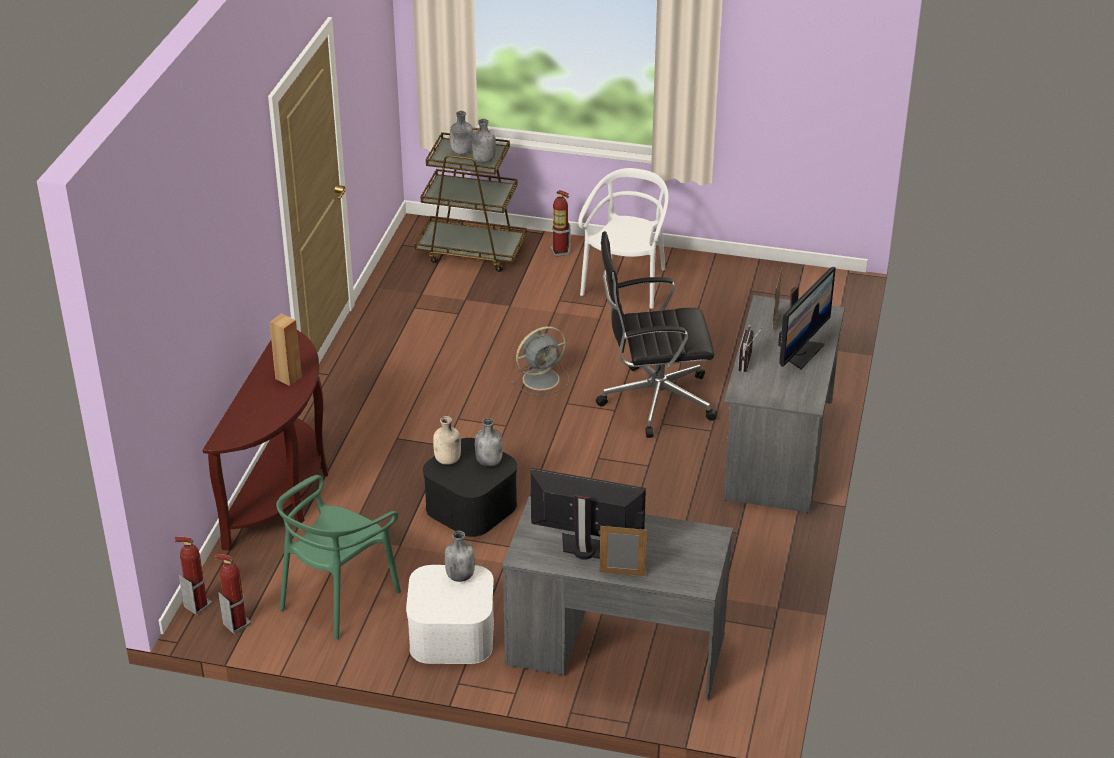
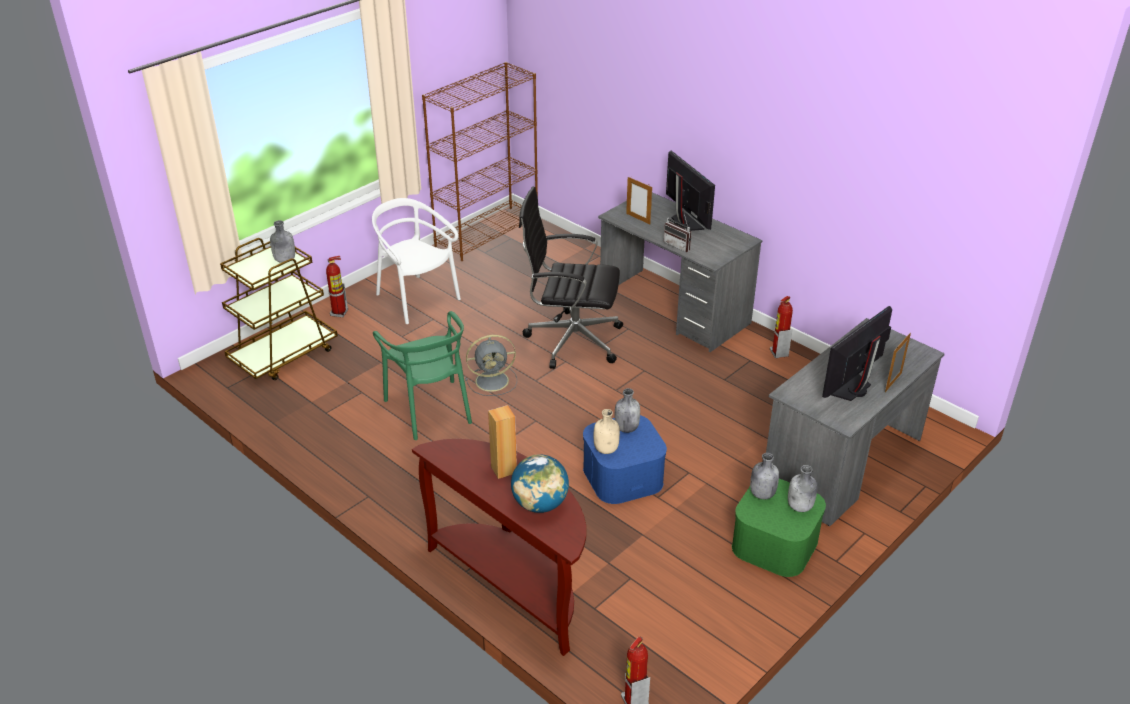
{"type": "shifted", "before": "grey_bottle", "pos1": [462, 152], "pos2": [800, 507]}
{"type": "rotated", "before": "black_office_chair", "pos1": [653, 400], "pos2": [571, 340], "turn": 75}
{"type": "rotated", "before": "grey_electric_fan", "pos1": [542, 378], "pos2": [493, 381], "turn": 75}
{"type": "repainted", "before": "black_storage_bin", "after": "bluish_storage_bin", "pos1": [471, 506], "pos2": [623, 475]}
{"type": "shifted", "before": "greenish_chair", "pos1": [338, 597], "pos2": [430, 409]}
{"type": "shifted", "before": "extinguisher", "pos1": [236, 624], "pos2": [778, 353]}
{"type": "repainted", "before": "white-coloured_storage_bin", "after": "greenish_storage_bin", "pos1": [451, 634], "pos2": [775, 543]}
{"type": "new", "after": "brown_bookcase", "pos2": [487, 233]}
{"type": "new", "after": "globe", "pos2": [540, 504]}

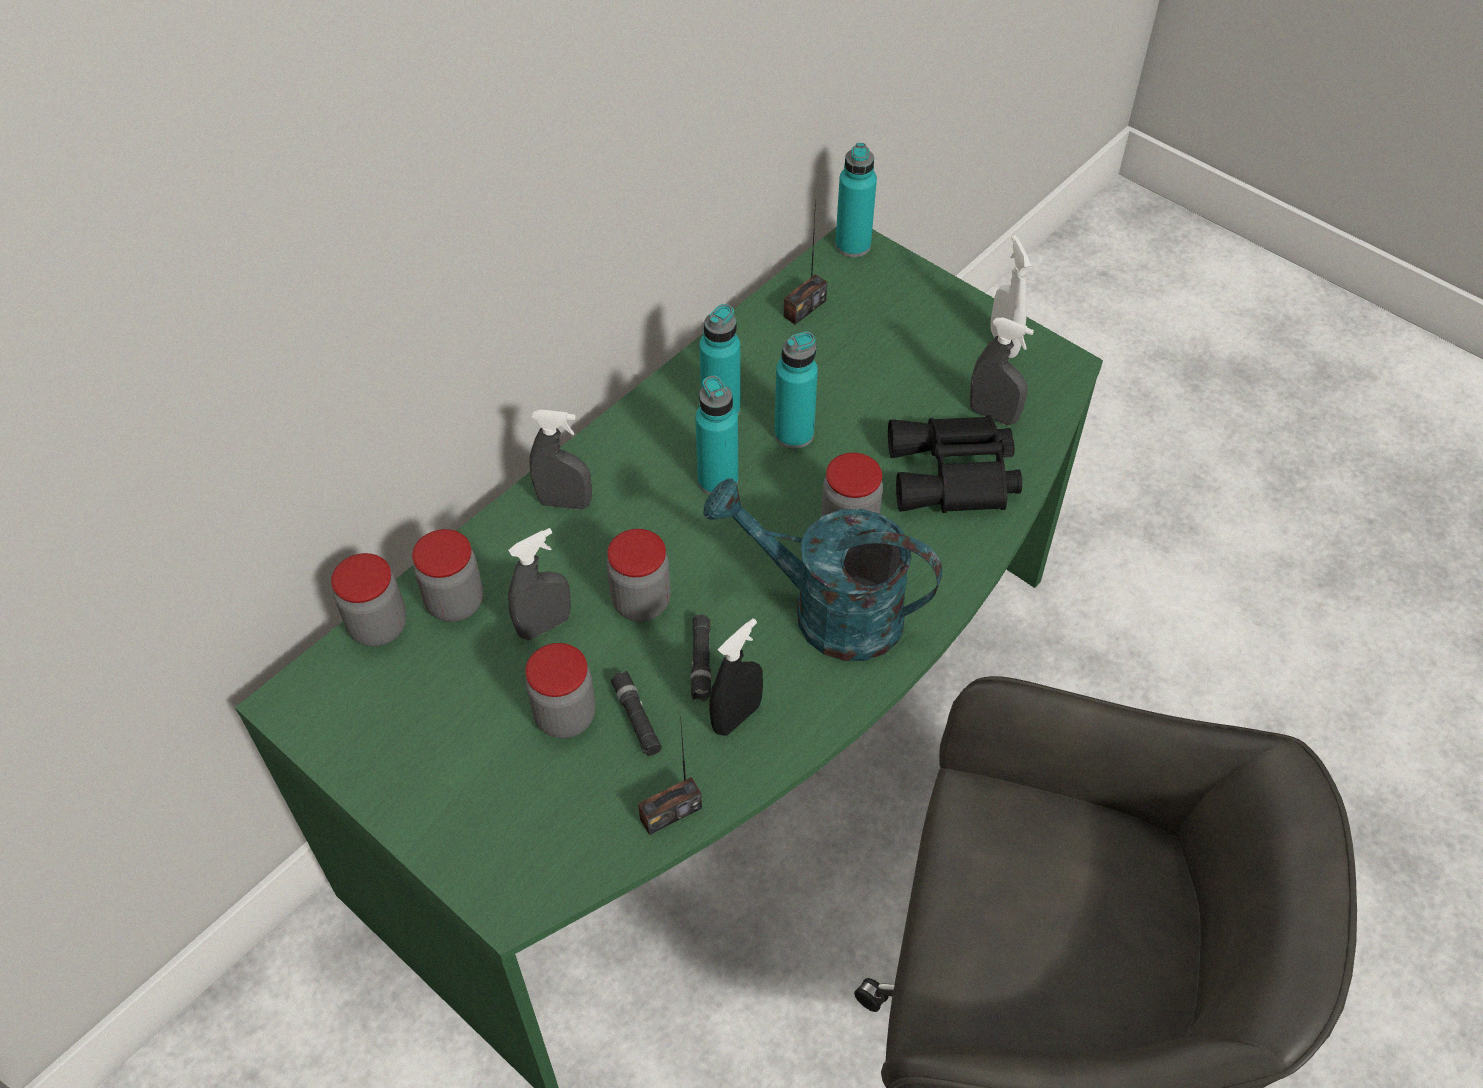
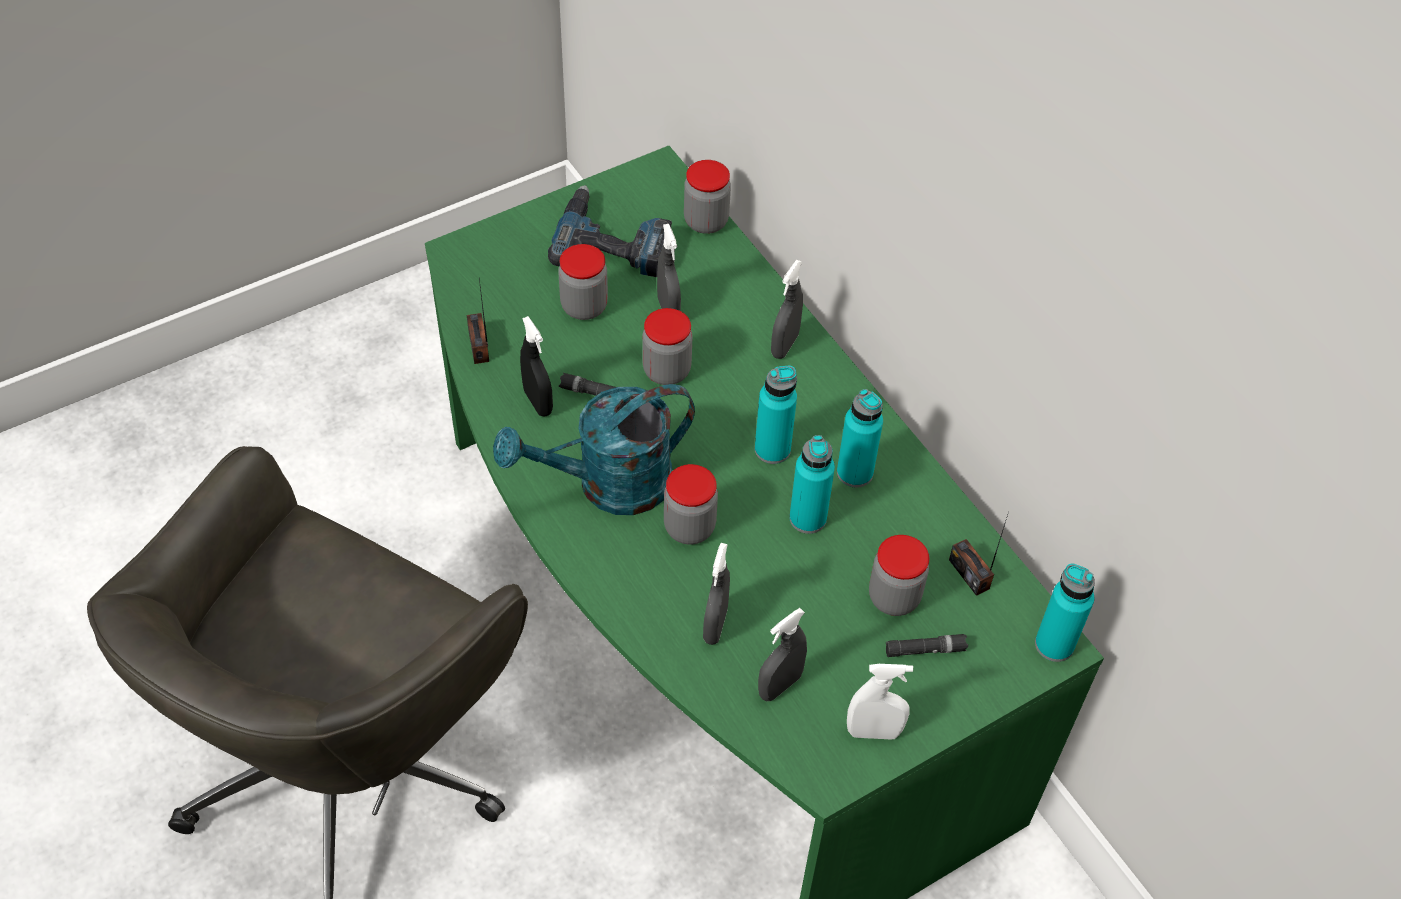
{"type": "swapped", "before": "black_pair_of_binoculars", "after": "grey_sprayer", "pos1": [954, 476], "pos2": [715, 625]}
{"type": "rotated", "before": "turquoise-coloured_watering_can", "pos1": [827, 611], "pos2": [608, 485], "turn": -150}
{"type": "shifted", "before": "storage_jar", "pos1": [455, 602], "pos2": [894, 597]}
{"type": "shifted", "before": "black_torch", "pos1": [636, 717], "pos2": [925, 650]}
{"type": "new", "after": "electric_drill", "pos2": [613, 241]}

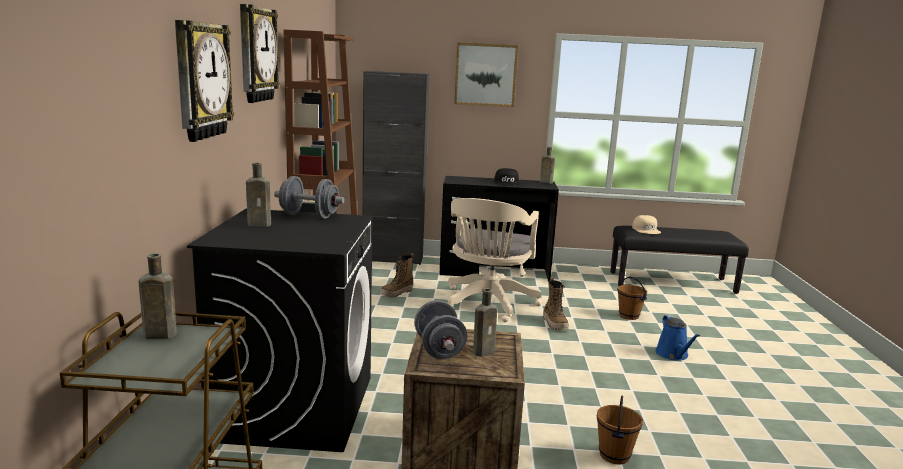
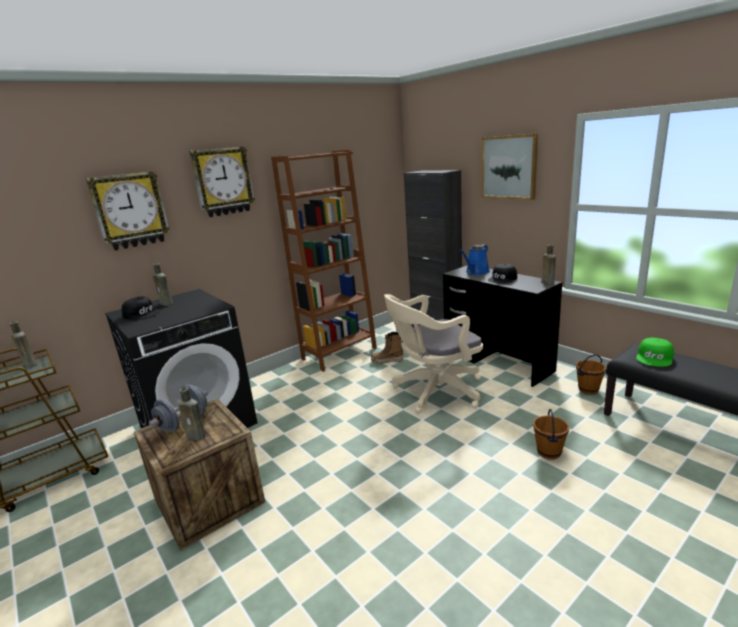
{"type": "gone", "before": "grey_dumbbell", "pos1": [309, 216]}
{"type": "repainted", "before": "beige-coloured_peaked_cap", "after": "greenish_peaked_cap", "pos1": [646, 230], "pos2": [655, 357]}
{"type": "gone", "before": "high-top_boot", "pos1": [555, 324]}
{"type": "shifted", "before": "bluish_watering_can", "pos1": [673, 355], "pos2": [476, 272]}
{"type": "shifted", "before": "brown_pail", "pos1": [613, 455], "pos2": [588, 389]}
{"type": "new", "after": "black_peaked_cap", "pos2": [142, 314]}

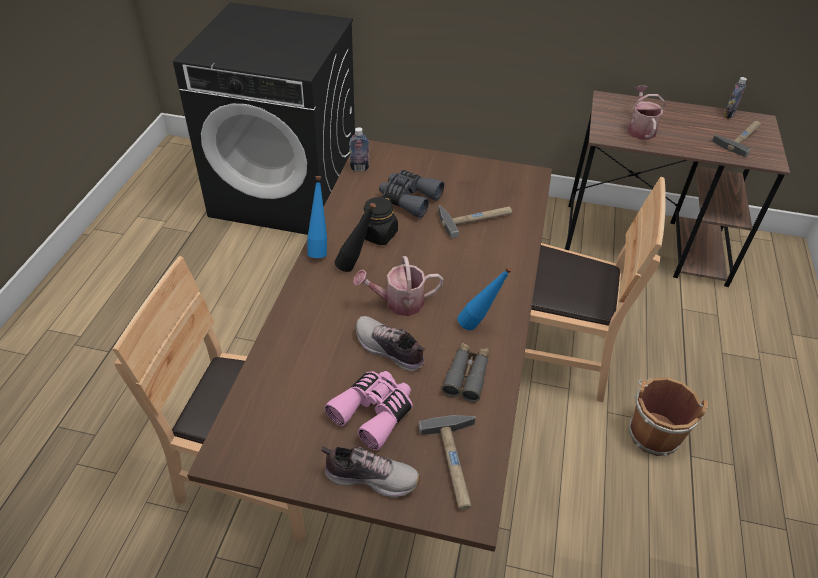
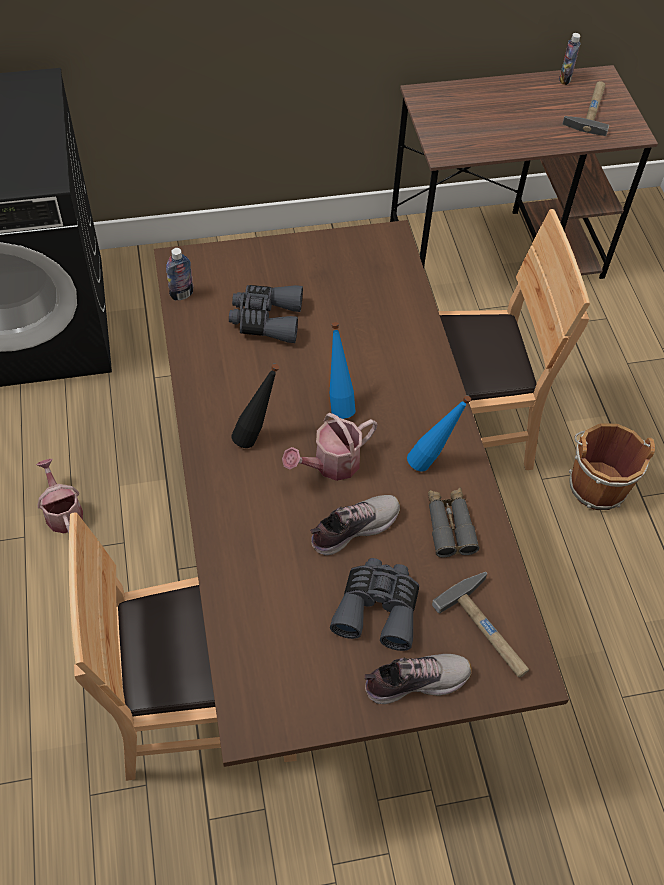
{"type": "shifted", "before": "watering_can", "pos1": [640, 129], "pos2": [62, 512]}
{"type": "shifted", "before": "bluish_bottle", "pos1": [319, 249], "pos2": [338, 403]}
{"type": "gone", "before": "black_storage_jar", "pos1": [378, 234]}
{"type": "gone", "before": "tool_hammer", "pos1": [475, 218]}
{"type": "rotated", "before": "low_shoe", "pos1": [389, 350], "pos2": [353, 528], "turn": 135}
{"type": "repainted", "before": "pink-coloured_pair_of_binoculars", "after": "grey_pair_of_binoculars", "pos1": [374, 412], "pos2": [378, 608]}

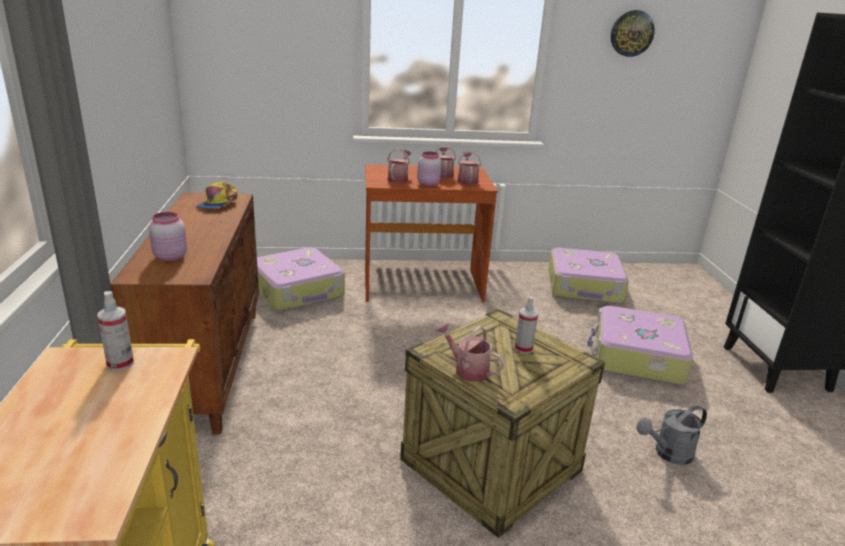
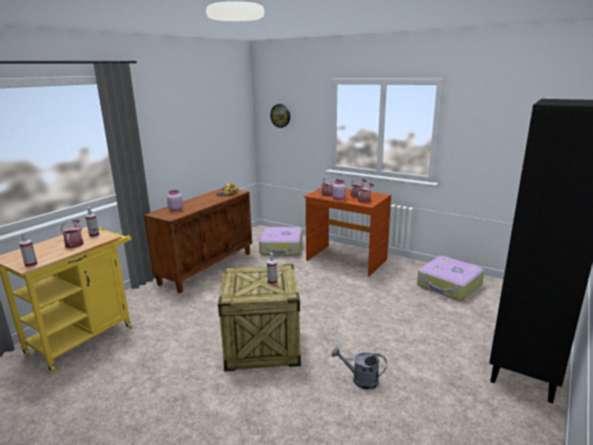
{"type": "shifted", "before": "wall_clock", "pos1": [631, 33], "pos2": [280, 115]}
{"type": "gone", "before": "suitcase", "pos1": [636, 357]}
{"type": "shifted", "before": "watering_can", "pos1": [467, 369], "pos2": [75, 243]}
{"type": "new", "after": "sprayer", "pos2": [31, 265]}

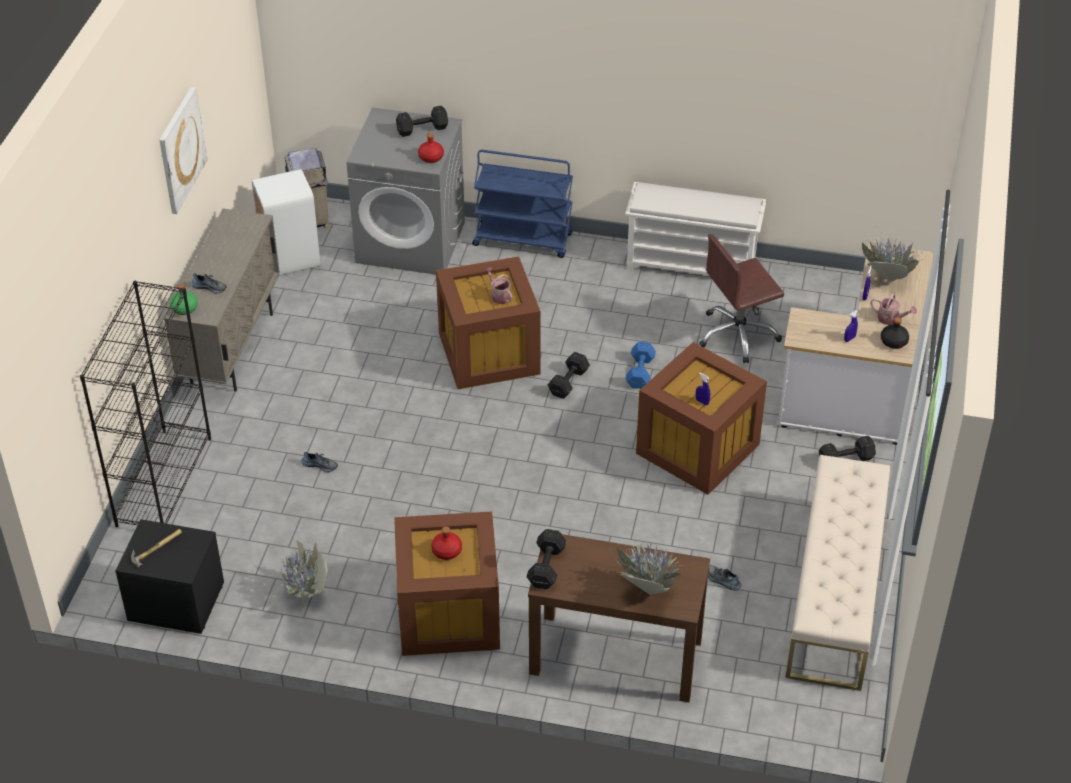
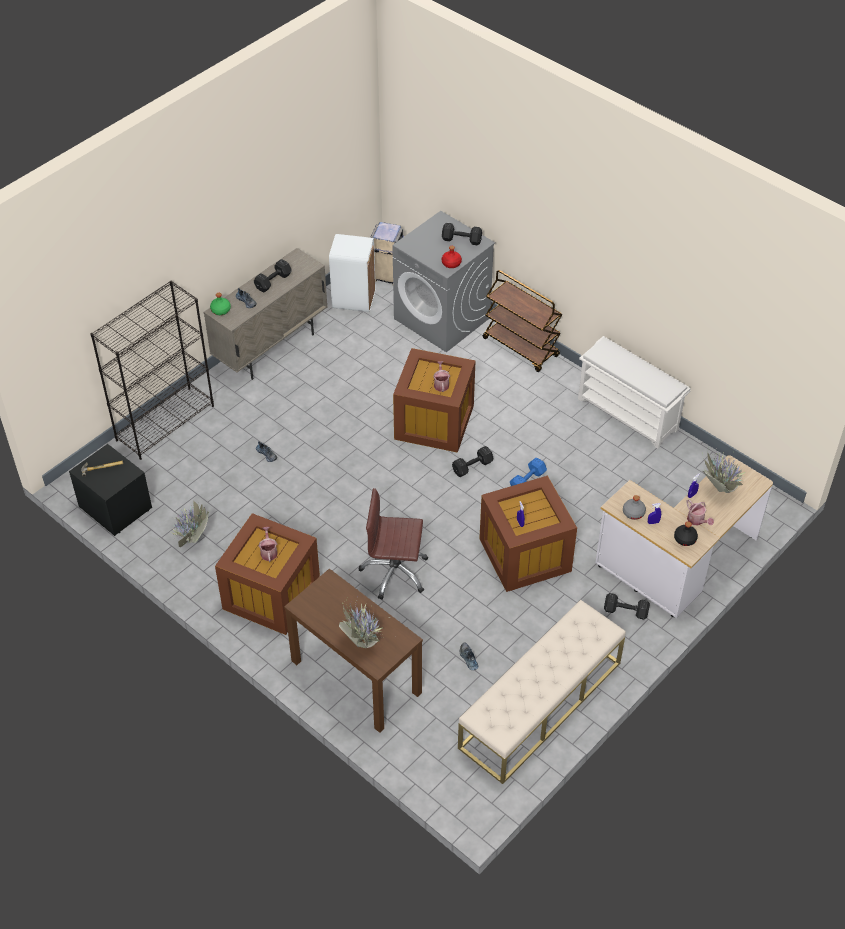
{"type": "gone", "before": "wall_art", "pos1": [181, 149]}
{"type": "repainted", "before": "bluish_cart", "after": "brown_cart", "pos1": [524, 239], "pos2": [521, 347]}
{"type": "shifted", "before": "brown_office_chair", "pos1": [738, 335], "pos2": [395, 572]}
{"type": "swapped", "before": "reddish_bottle", "after": "watering_can", "pos1": [447, 551], "pos2": [268, 551]}
{"type": "shifted", "before": "black_dumbbell", "pos1": [547, 566], "pos2": [274, 281]}
{"type": "new", "after": "grey_bottle", "pos2": [633, 512]}

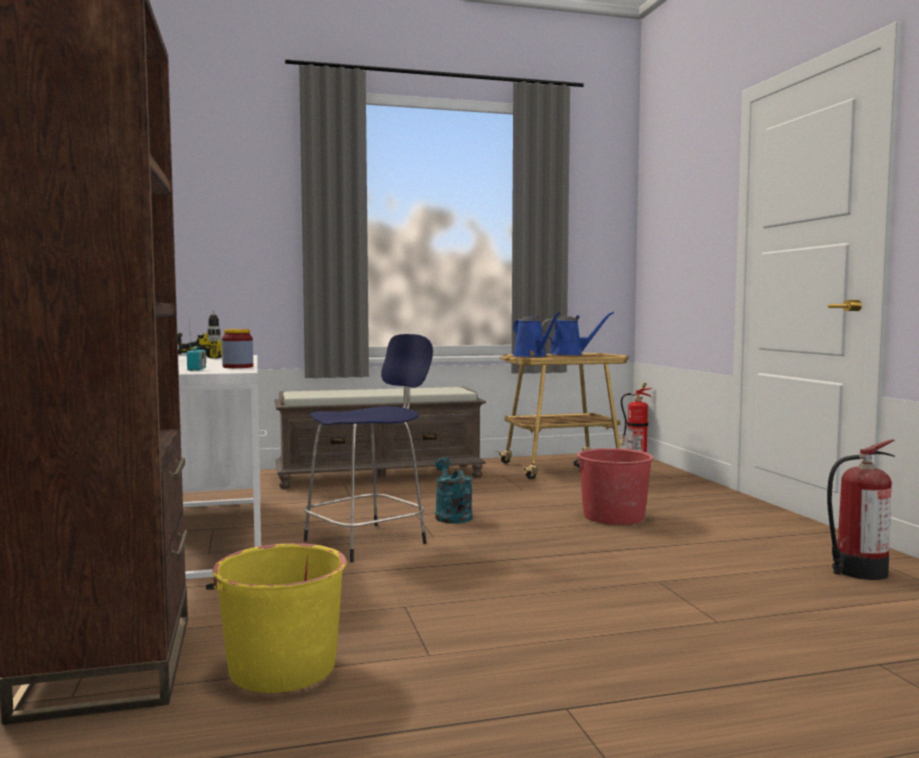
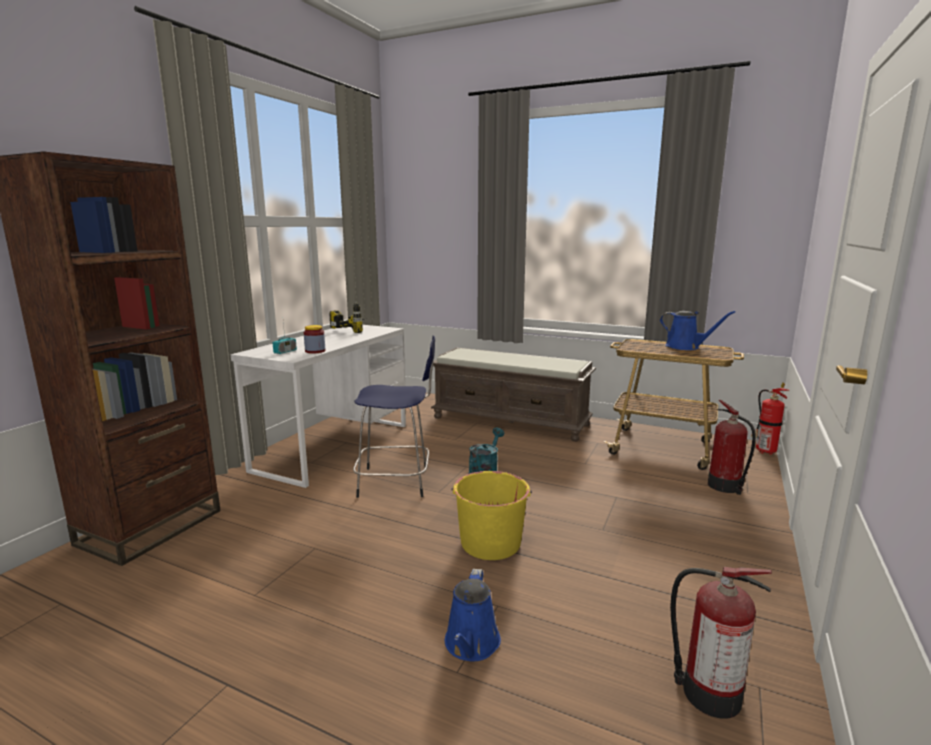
{"type": "shifted", "before": "bluish_watering_can", "pos1": [532, 356], "pos2": [471, 645]}
{"type": "gone", "before": "reddish_pail", "pos1": [613, 516]}
{"type": "shifted", "before": "yellow_pail", "pos1": [281, 668], "pos2": [490, 542]}
{"type": "new", "after": "extinguisher", "pos2": [725, 486]}

